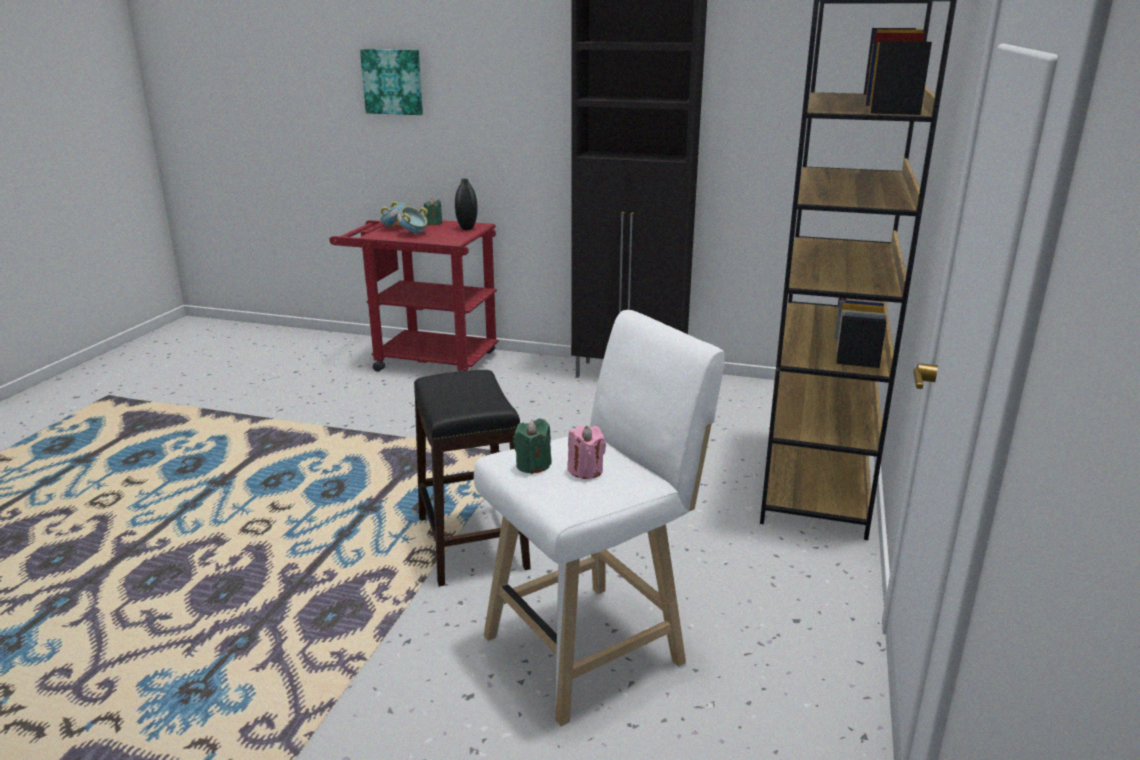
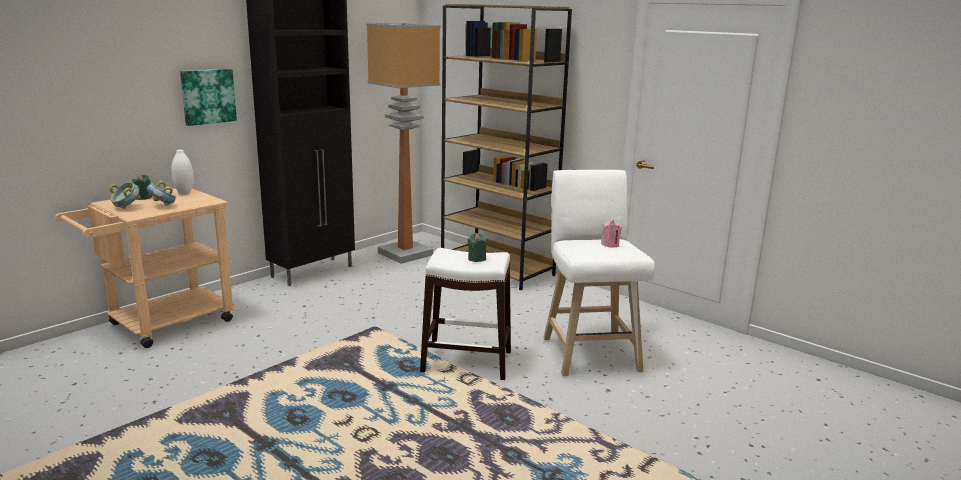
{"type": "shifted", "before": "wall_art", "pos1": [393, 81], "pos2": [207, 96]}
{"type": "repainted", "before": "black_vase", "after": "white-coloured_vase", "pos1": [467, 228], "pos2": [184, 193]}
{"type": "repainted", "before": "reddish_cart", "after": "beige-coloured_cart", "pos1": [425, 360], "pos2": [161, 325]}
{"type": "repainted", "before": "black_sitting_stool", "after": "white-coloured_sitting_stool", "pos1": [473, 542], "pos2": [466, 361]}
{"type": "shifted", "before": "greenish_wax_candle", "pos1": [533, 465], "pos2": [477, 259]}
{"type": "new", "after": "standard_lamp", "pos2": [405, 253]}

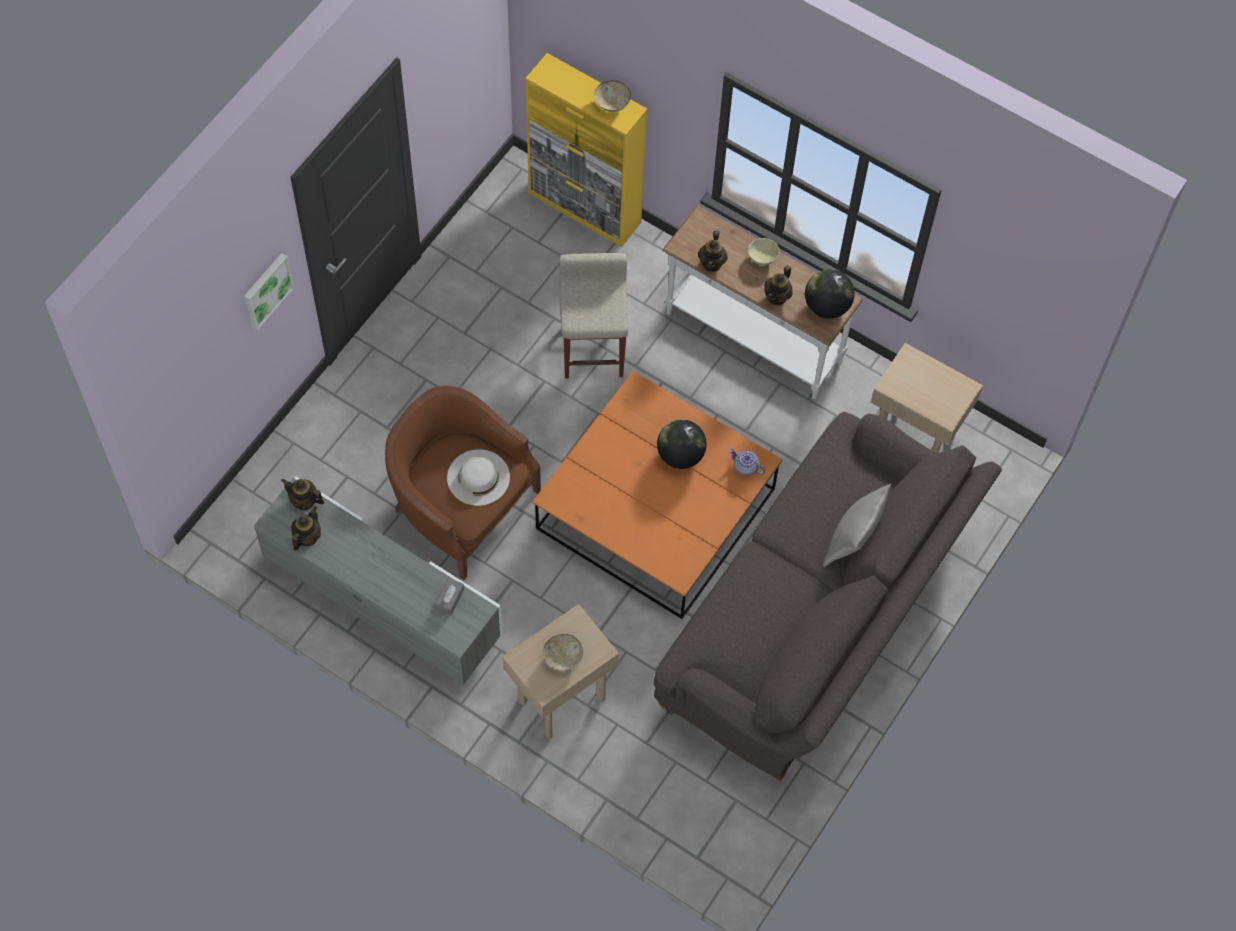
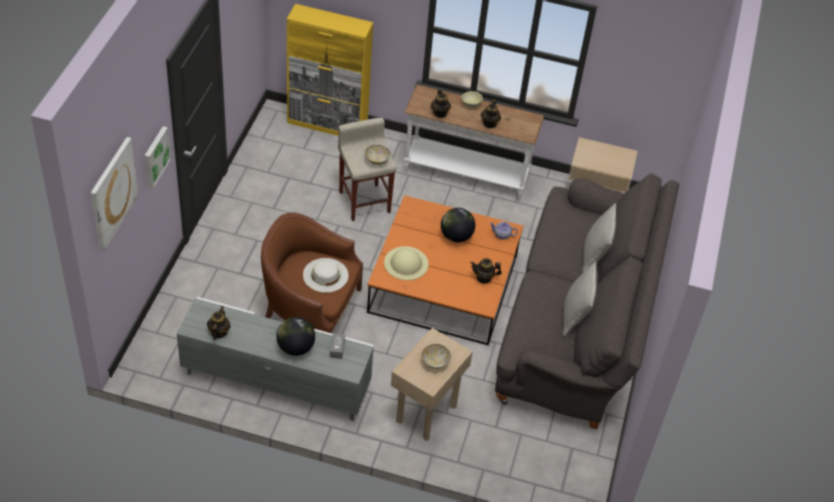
{"type": "shifted", "before": "serving_bowl", "pos1": [612, 103], "pos2": [377, 160]}
{"type": "shifted", "before": "globe", "pos1": [827, 306], "pos2": [295, 348]}
{"type": "shifted", "before": "teapot", "pos1": [304, 501], "pos2": [484, 278]}
{"type": "new", "after": "wall_art", "pos2": [112, 193]}
{"type": "new", "after": "beige-coloured_hat", "pos2": [406, 263]}
{"type": "new", "after": "grey_pillow", "pos2": [575, 316]}

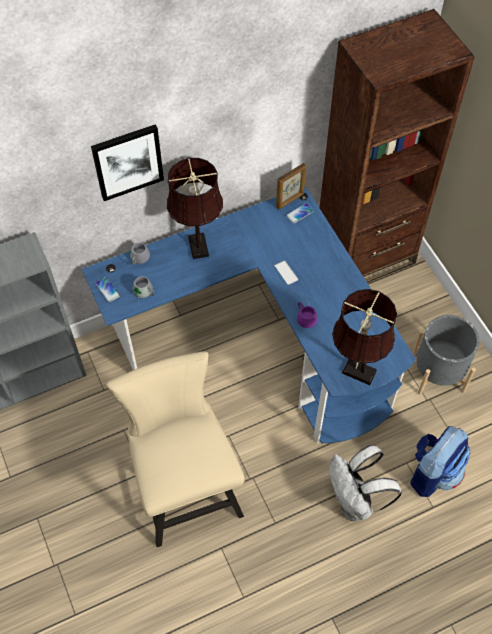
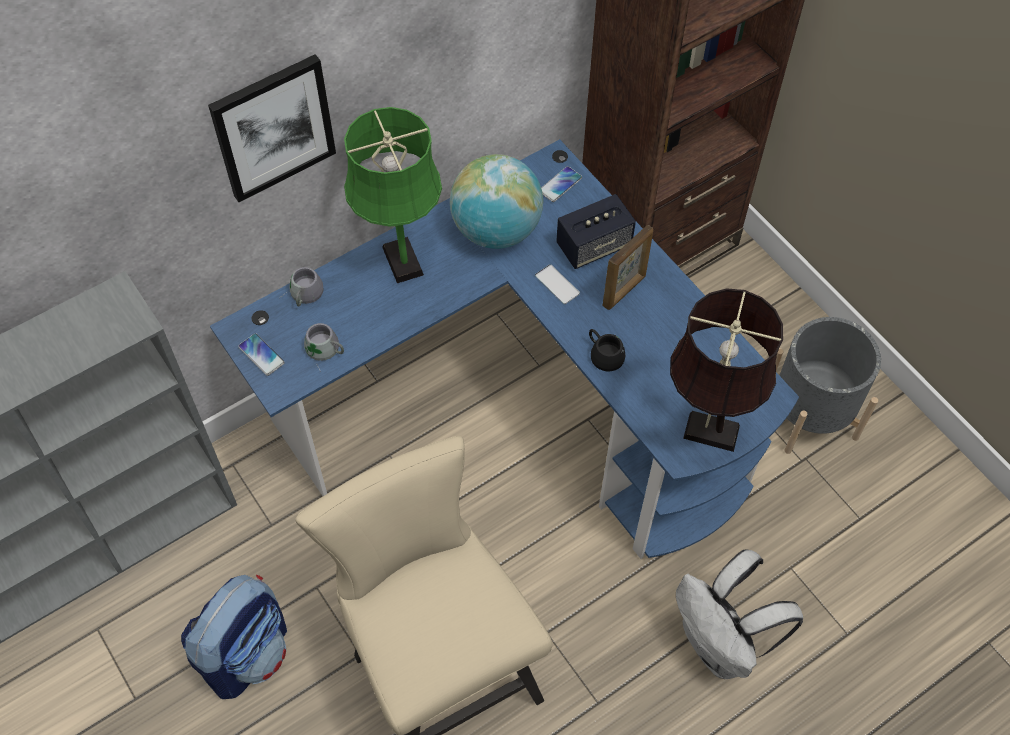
{"type": "repainted", "before": "brown_lamp_for_a_table", "after": "greenish_lamp_for_a_table", "pos1": [198, 243], "pos2": [401, 257]}
{"type": "shifted", "before": "picture_frame", "pos1": [290, 200], "pos2": [624, 291]}
{"type": "repainted", "before": "purple_tea_mug", "after": "black_tea_mug", "pos1": [307, 316], "pos2": [606, 352]}
{"type": "shifted", "before": "rucksack", "pos1": [433, 472], "pos2": [247, 652]}
{"type": "new", "after": "globe", "pos2": [496, 230]}
{"type": "new", "after": "audio_speaker", "pos2": [594, 246]}

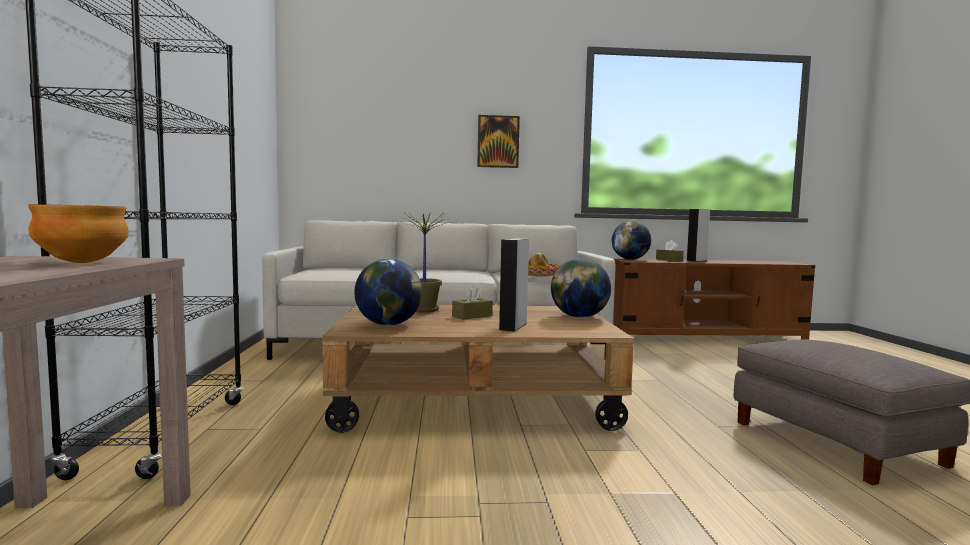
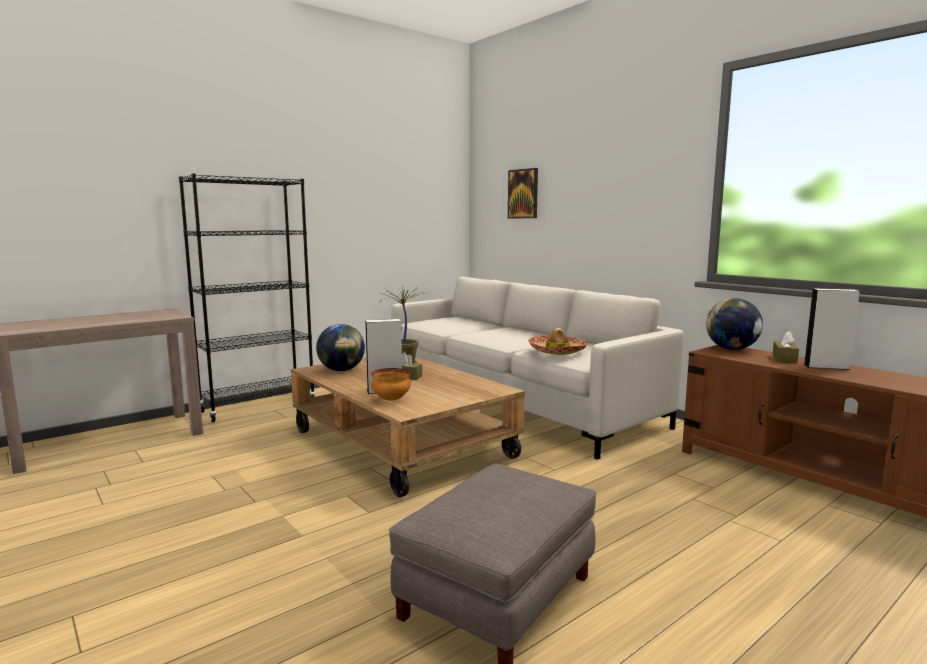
{"type": "shifted", "before": "wall_art", "pos1": [498, 141], "pos2": [523, 194]}
{"type": "shifted", "before": "serving_bowl", "pos1": [83, 263], "pos2": [391, 400]}
{"type": "gone", "before": "globe", "pos1": [579, 317]}

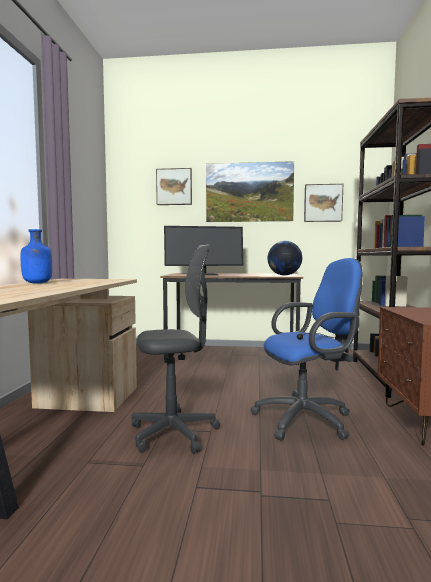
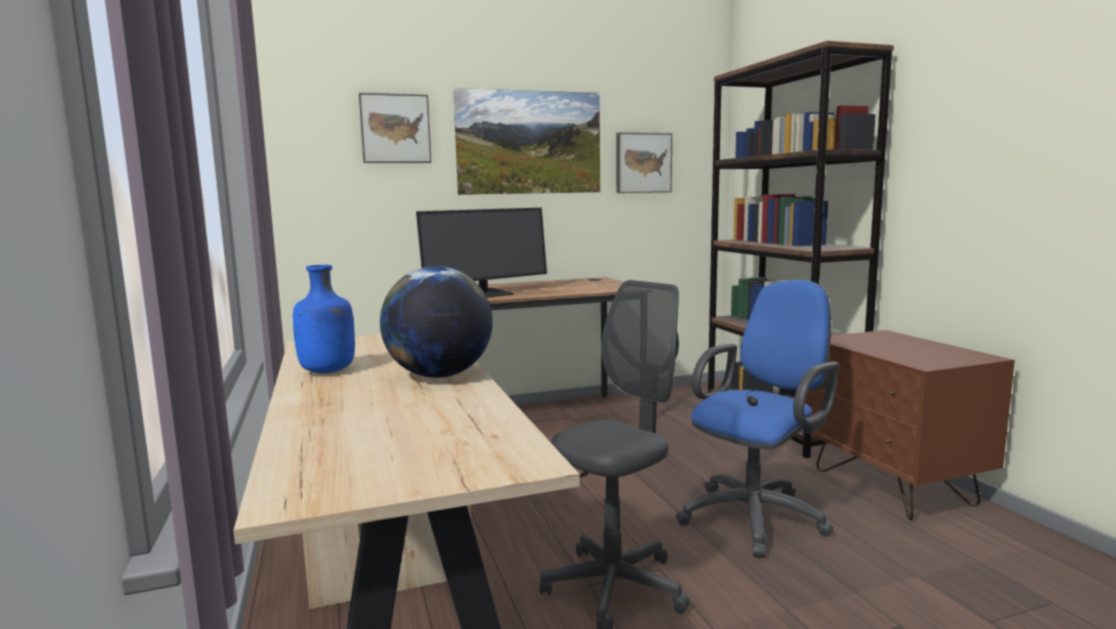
{"type": "shifted", "before": "globe", "pos1": [284, 275], "pos2": [439, 375]}

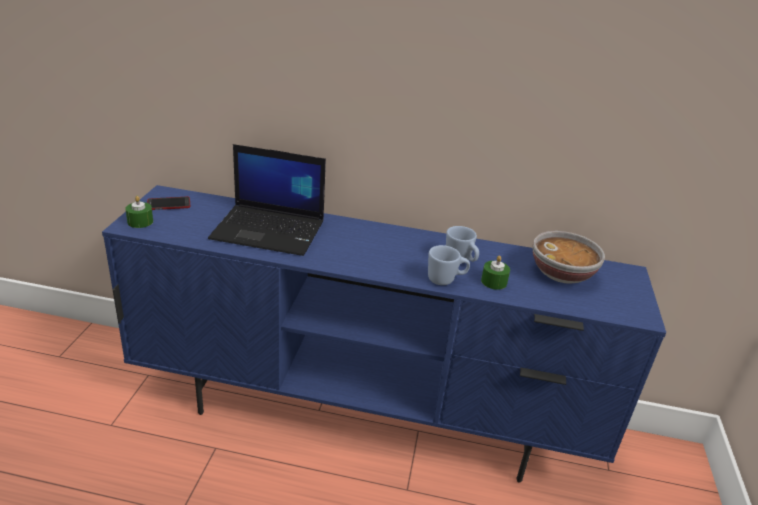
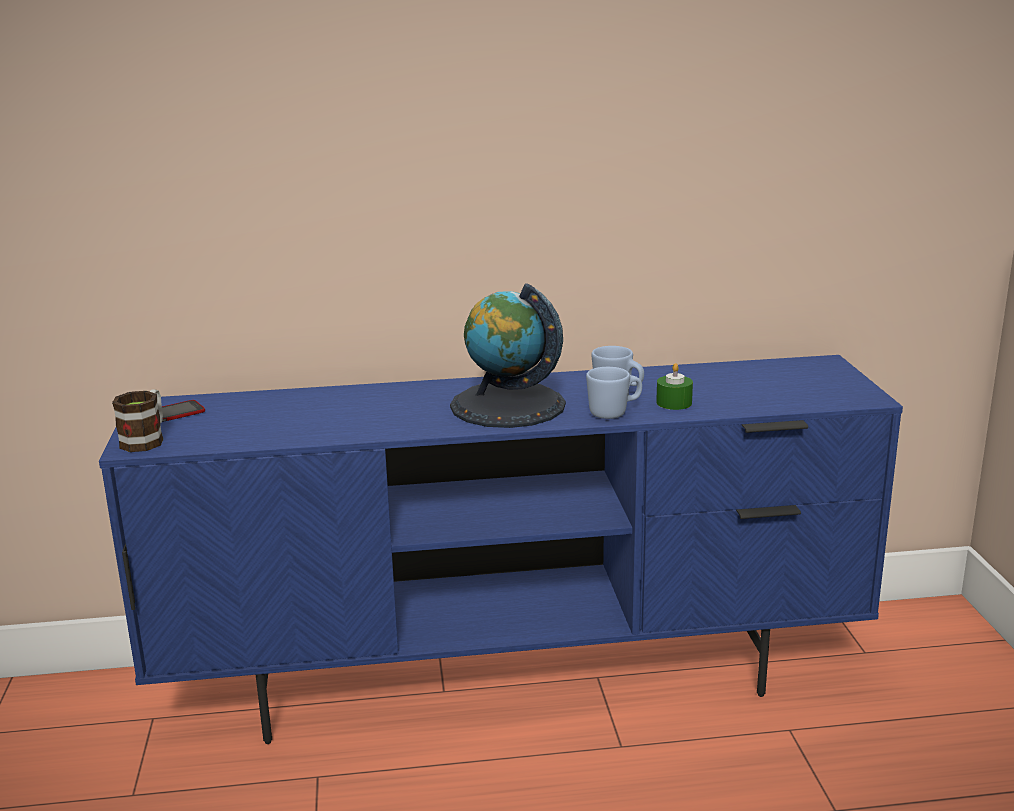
{"type": "gone", "before": "notebook_computer", "pos1": [270, 230]}
{"type": "swapped", "before": "greenish_wax_candle", "after": "tea_mug", "pos1": [140, 221], "pos2": [146, 439]}
{"type": "gone", "before": "serving_bowl", "pos1": [562, 273]}
{"type": "new", "after": "globe", "pos2": [507, 405]}

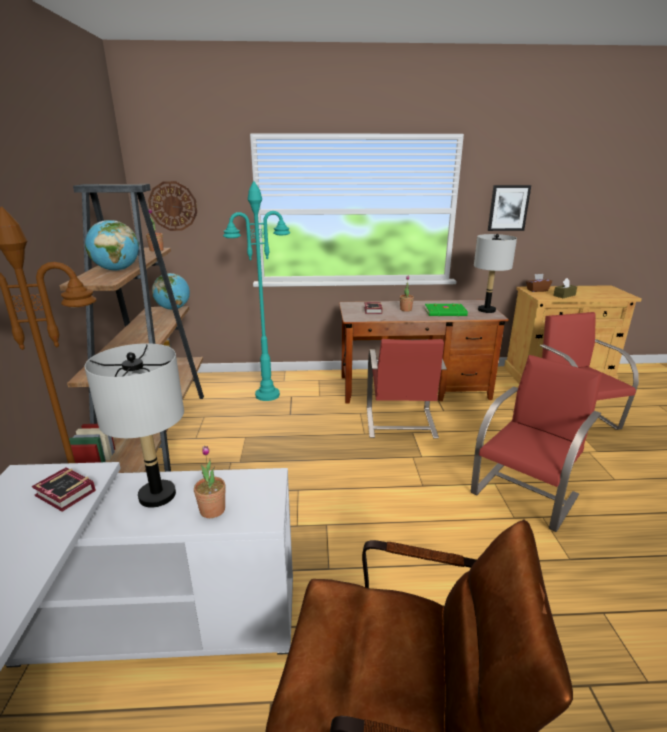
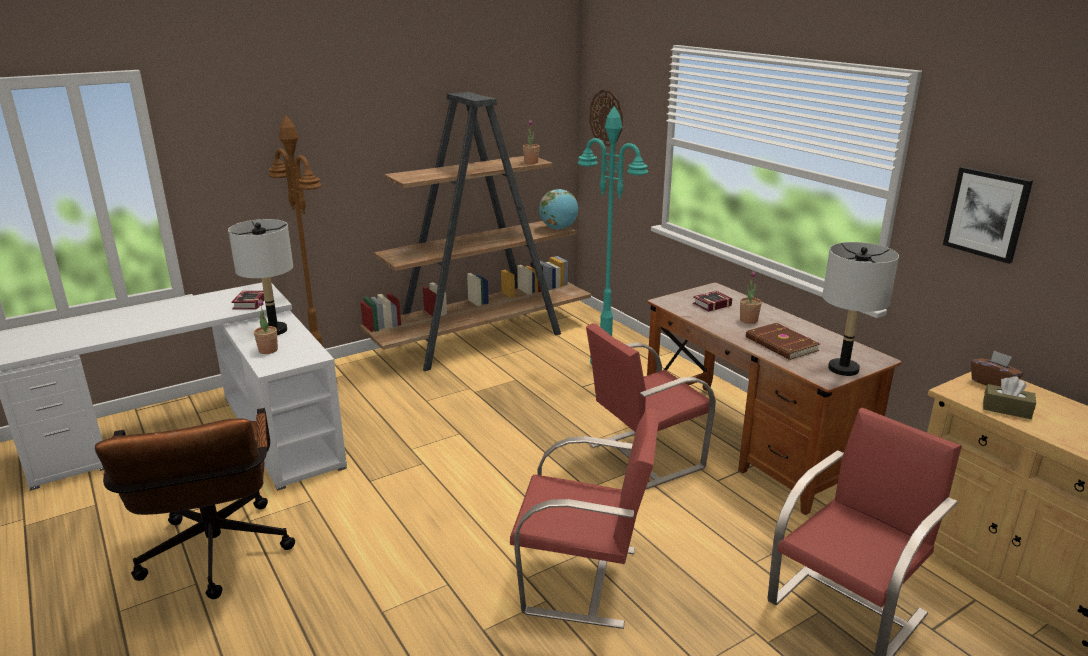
{"type": "gone", "before": "globe", "pos1": [117, 270]}
{"type": "repainted", "before": "greenish_book", "after": "brown_book", "pos1": [445, 312], "pos2": [781, 344]}

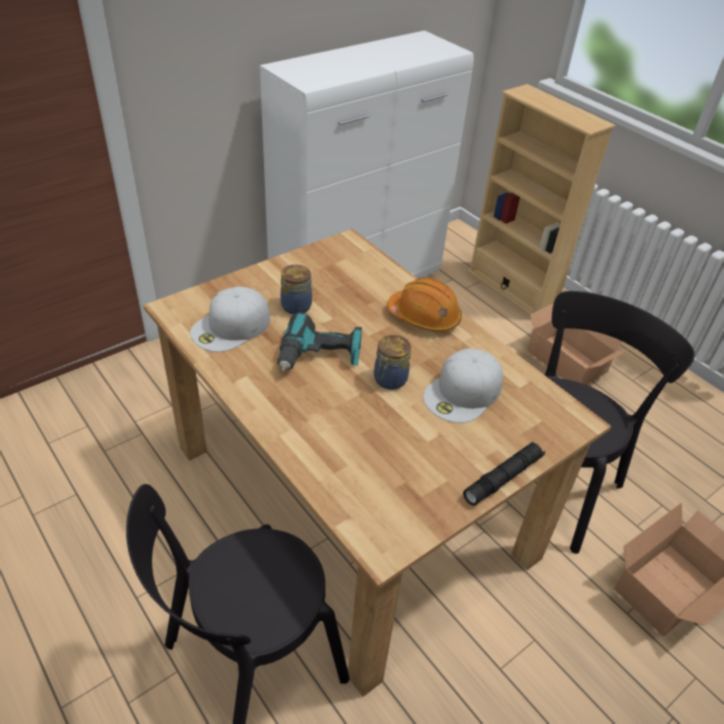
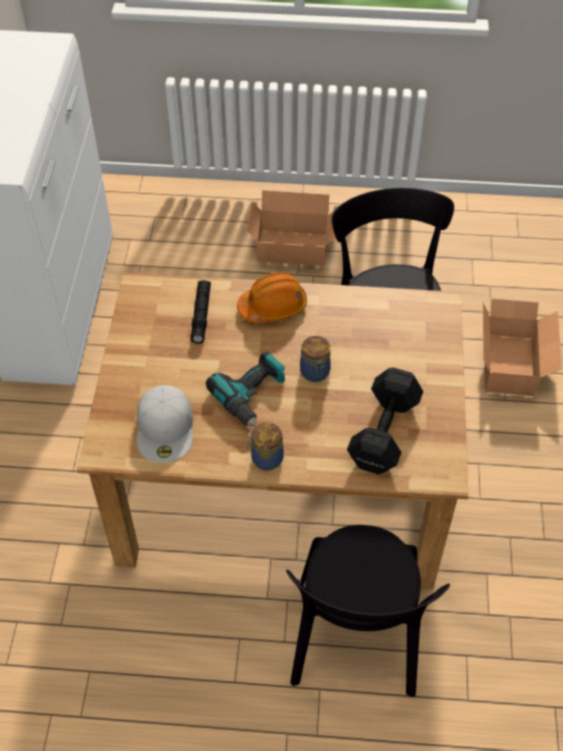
{"type": "gone", "before": "beige-coloured_bookcase", "pos1": [511, 290]}
{"type": "shifted", "before": "storage_jar", "pos1": [295, 305], "pos2": [265, 458]}
{"type": "gone", "before": "white-coloured_peaked_cap", "pos1": [463, 393]}
{"type": "shifted", "before": "black_torch", "pos1": [503, 478], "pos2": [201, 315]}
{"type": "new", "after": "black_dumbbell", "pos2": [385, 430]}

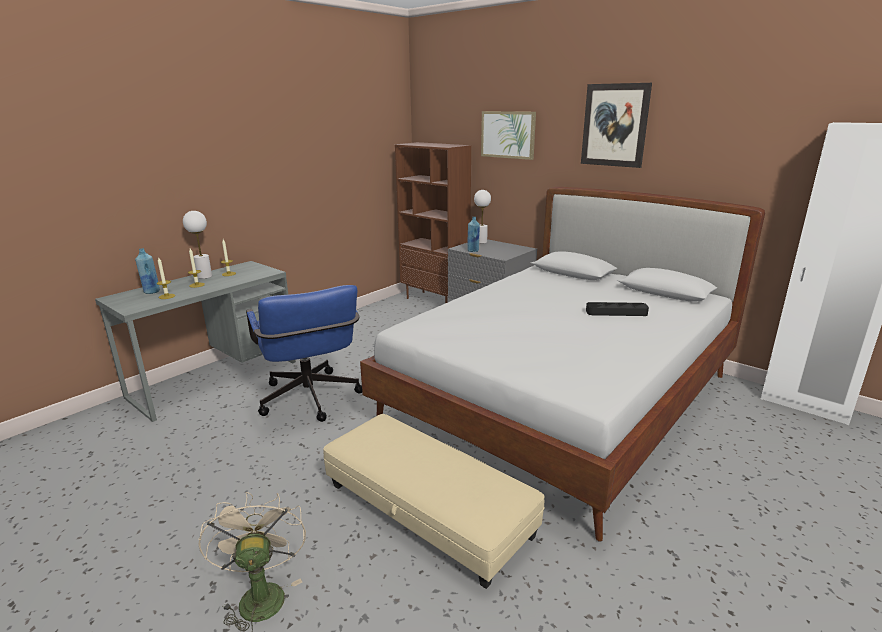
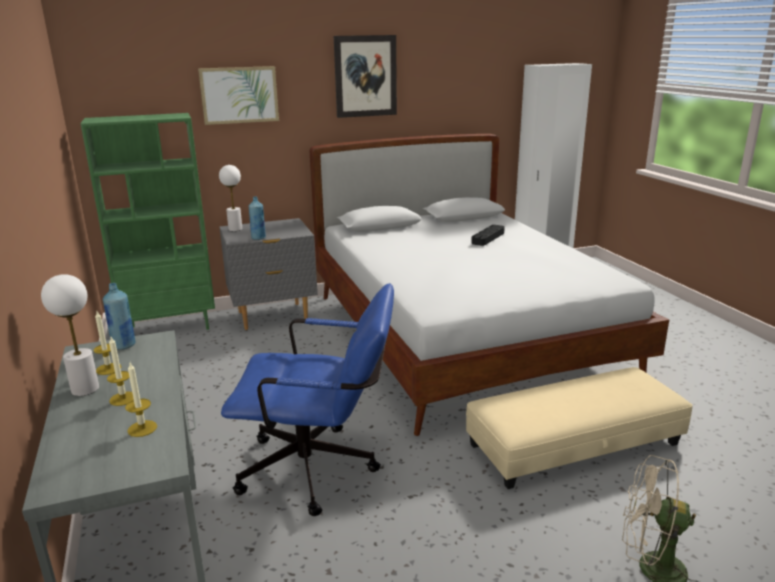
{"type": "repainted", "before": "brown_bookcase", "after": "greenish_bookcase", "pos1": [435, 300], "pos2": [171, 327]}
{"type": "shifted", "before": "bluish_bottle", "pos1": [151, 292], "pos2": [124, 345]}

